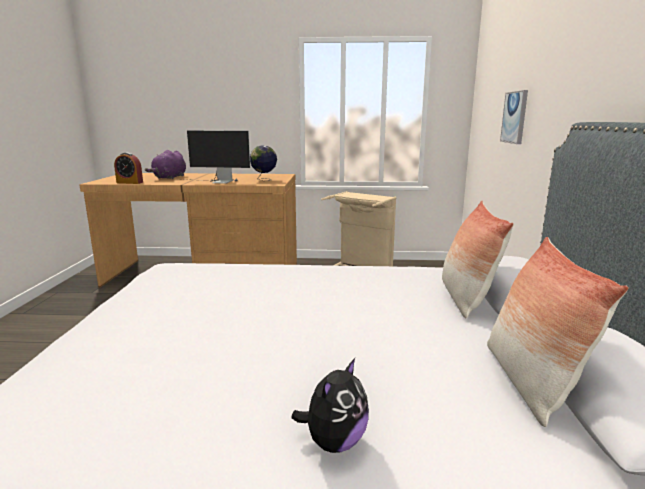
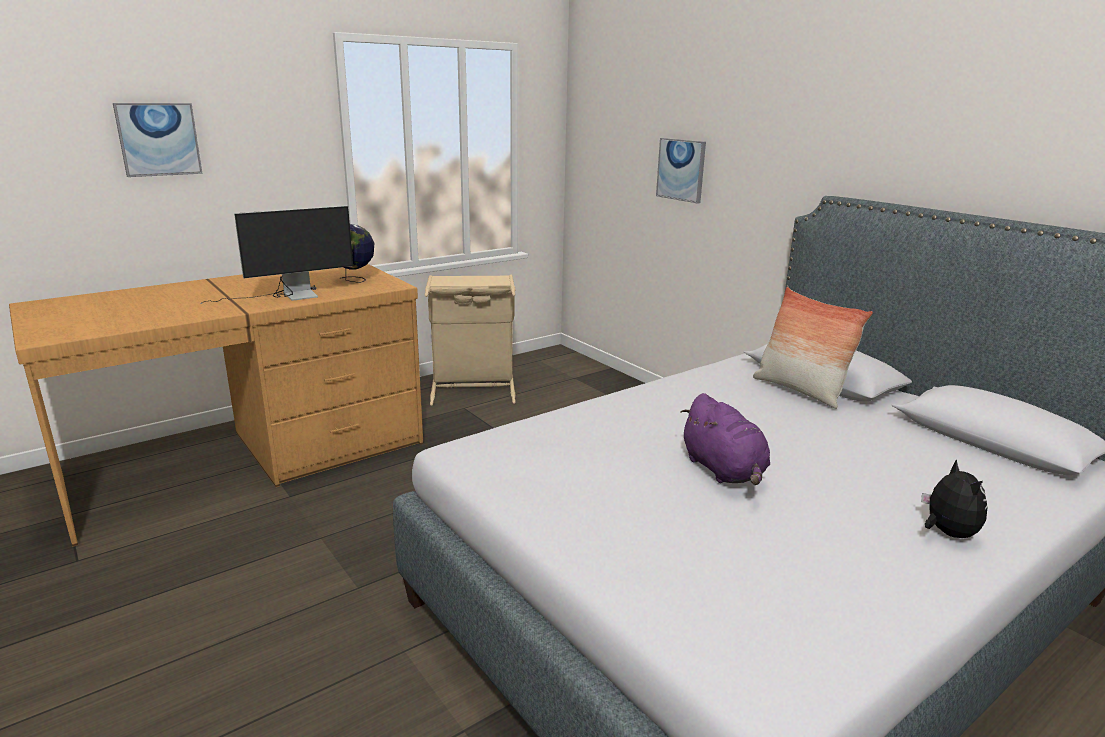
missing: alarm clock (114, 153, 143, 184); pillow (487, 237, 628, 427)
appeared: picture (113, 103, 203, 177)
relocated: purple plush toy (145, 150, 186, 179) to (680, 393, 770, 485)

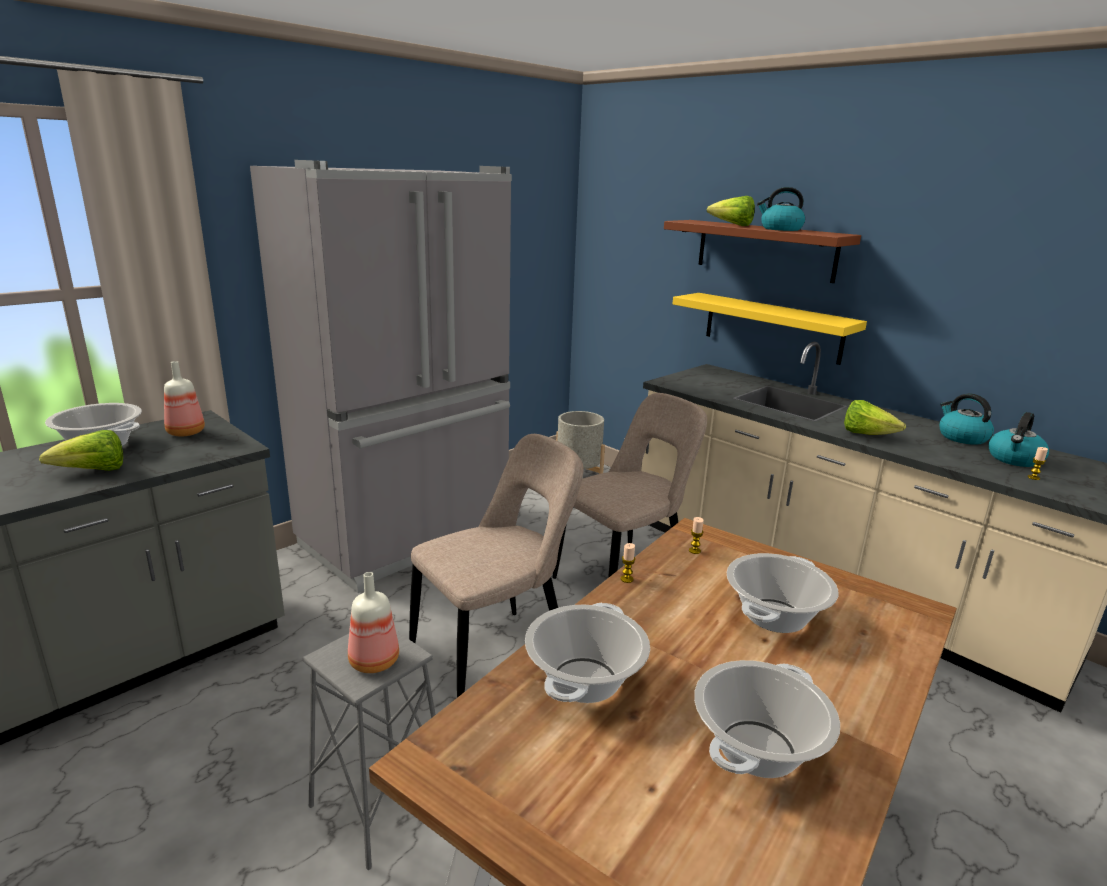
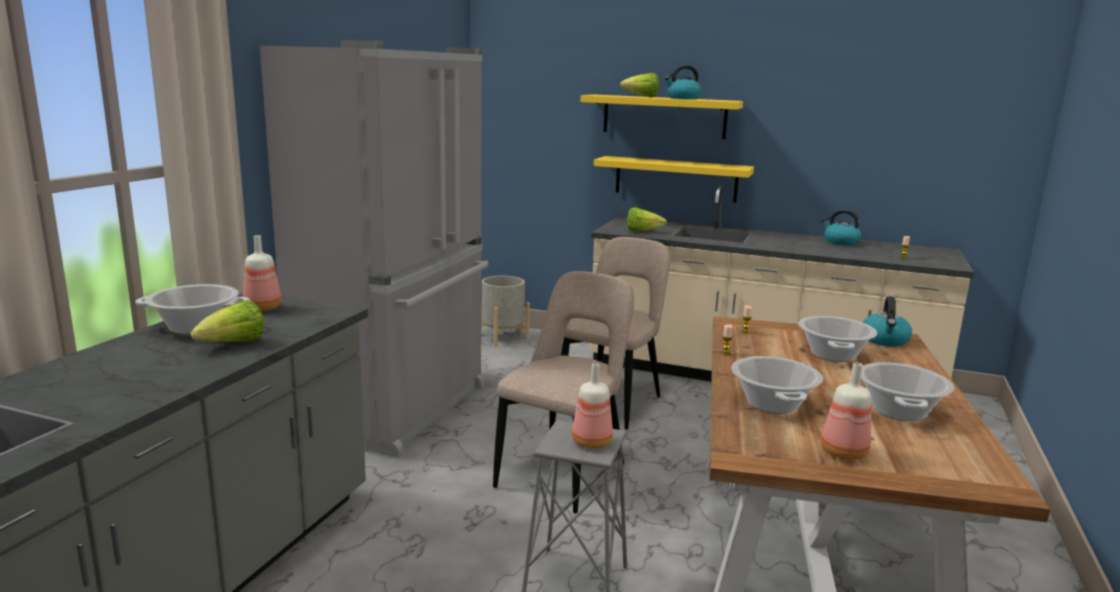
appeared: bottle (821, 363, 871, 460)
relocated: lettuce (844, 400, 906, 435) to (627, 207, 667, 231); kettle (989, 412, 1049, 467) to (863, 296, 912, 347)
colour: brown shelf (664, 220, 861, 283) to yellow shelf (581, 94, 743, 139)

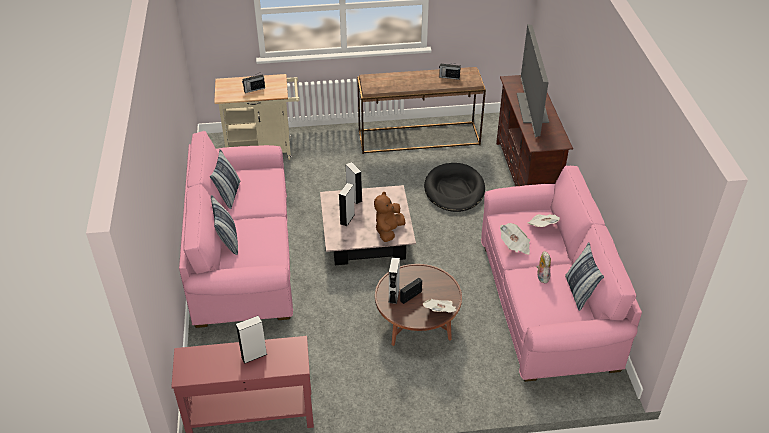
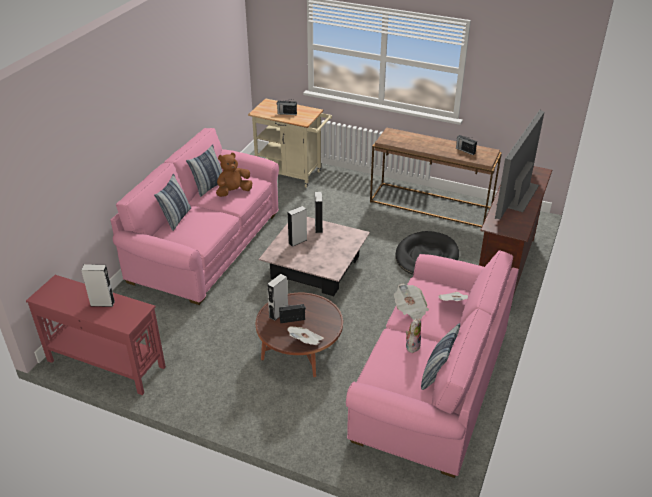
relocated: brown plush toy (374, 192, 405, 242) to (216, 153, 252, 197)

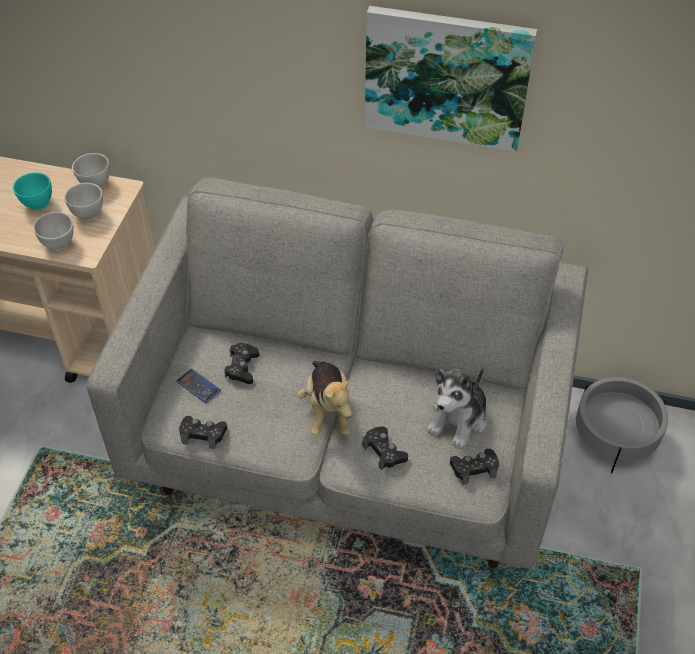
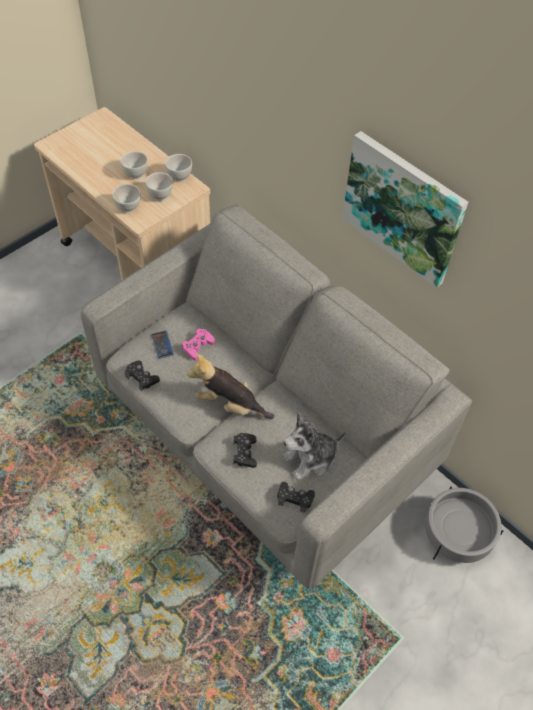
colour: turquoise bowl (13, 172, 52, 210) to white bowl (120, 151, 148, 179); black game controller (224, 343, 259, 384) to pink game controller (182, 328, 215, 361)
spun: plush toy (297, 361, 352, 436) = (187, 354, 275, 419) 90 degrees clockwise

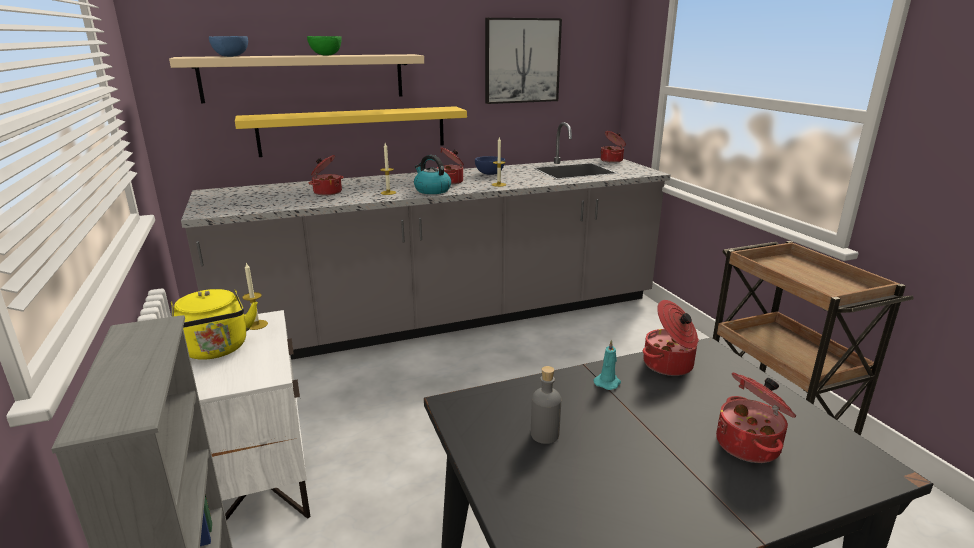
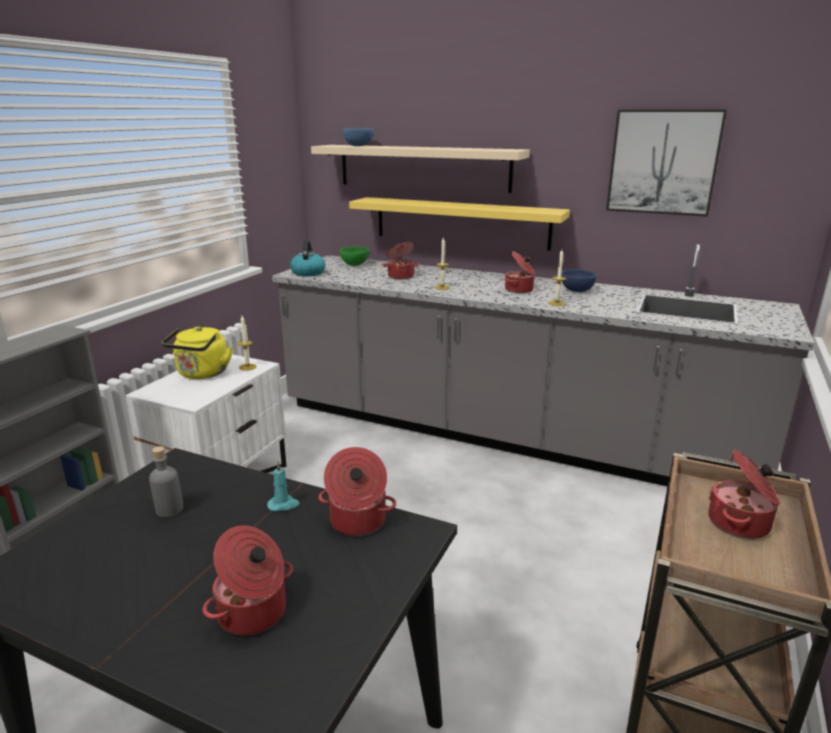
relocated: green bowl (307, 36, 342, 56) to (339, 246, 369, 266); kettle (414, 155, 451, 194) to (290, 240, 325, 276); cooking pot (601, 131, 626, 163) to (708, 450, 780, 539)

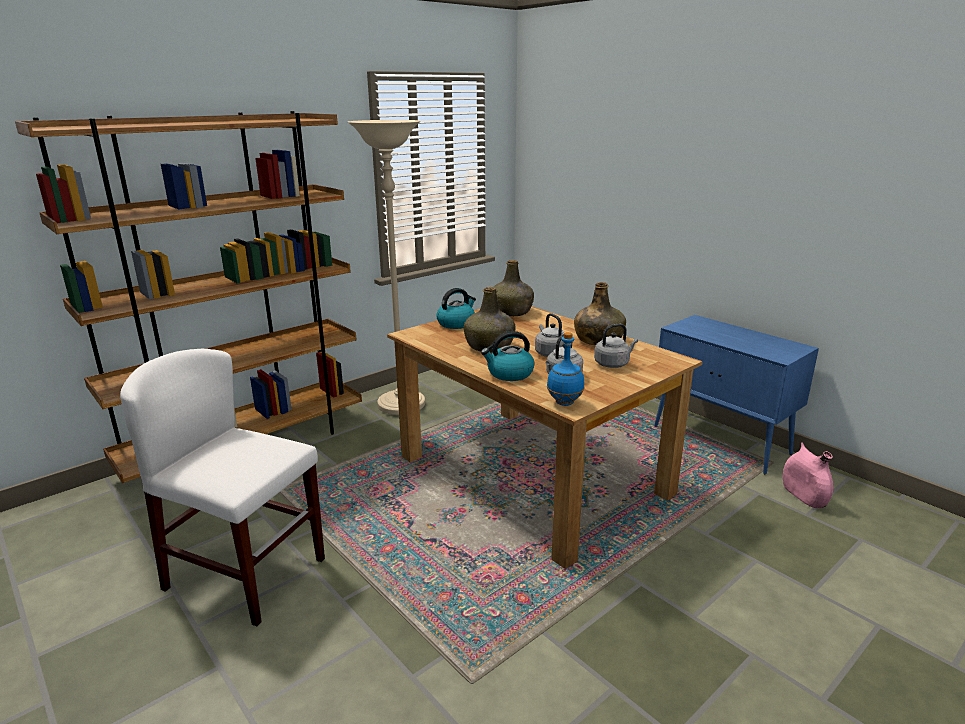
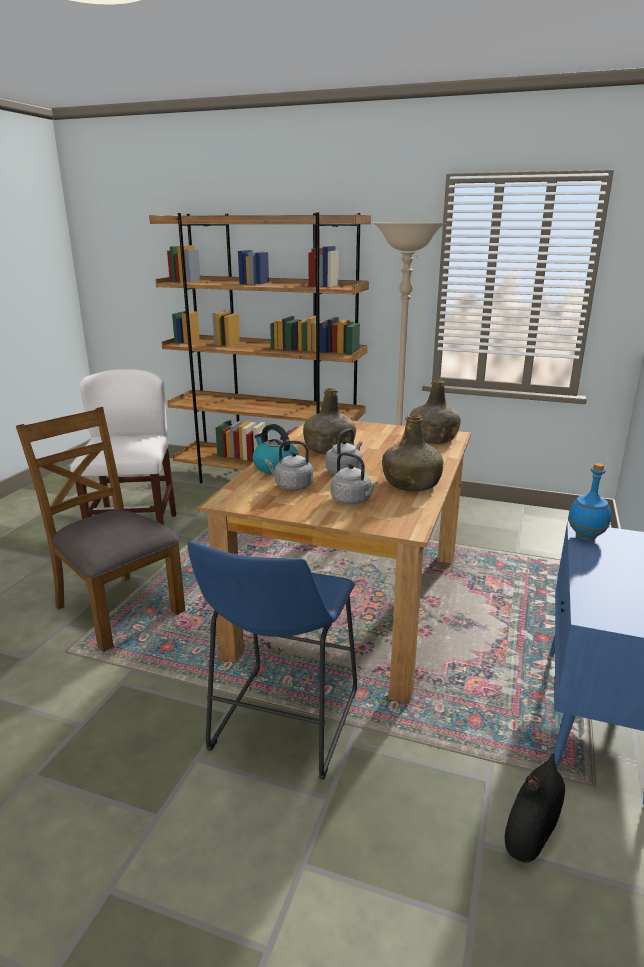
missing: kettle (437, 288, 476, 329)
appeared: brown chair (16, 407, 185, 652); blue stool (187, 541, 357, 780)
relocated: blue bottle (547, 332, 584, 406) to (568, 463, 611, 540)
colour: pink vase (783, 442, 834, 508) to black vase (505, 753, 565, 863)

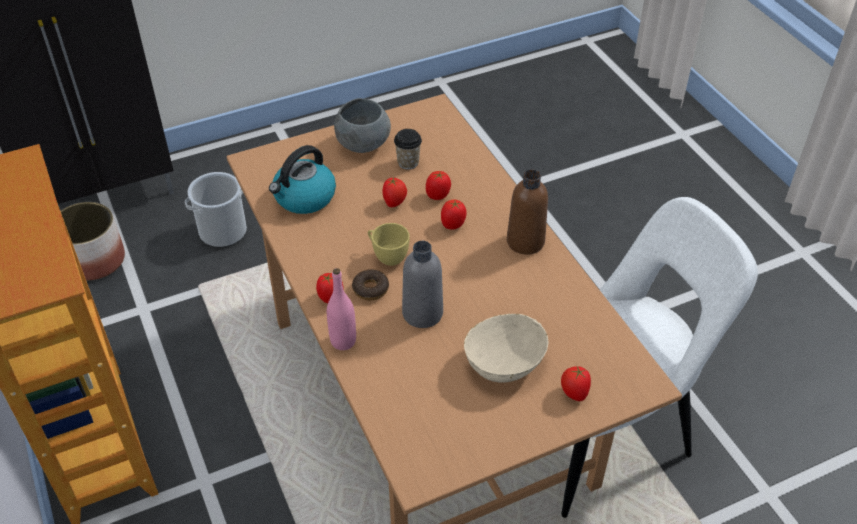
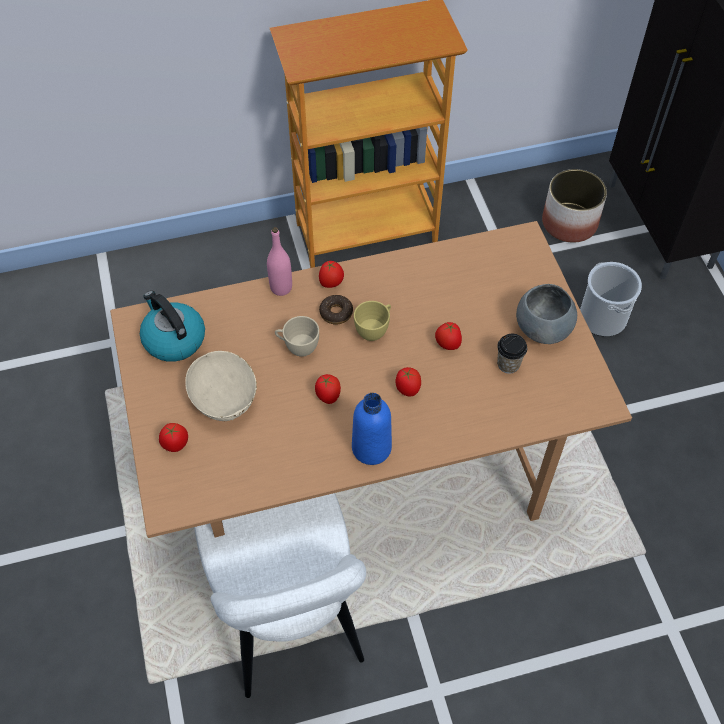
relocated: kettle (269, 145, 336, 214) to (140, 291, 205, 362); tomato (426, 171, 451, 200) to (315, 374, 341, 404)
exchanged: grey bottle (402, 241, 443, 328) to beige cup (275, 316, 319, 357)
colour: brown bottle (507, 170, 548, 255) to blue bottle (352, 393, 392, 465)

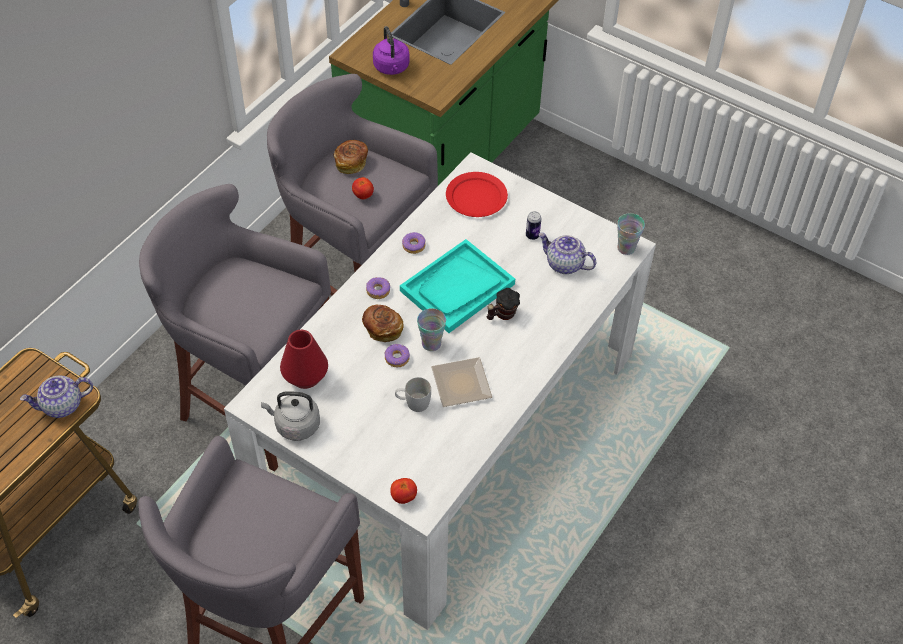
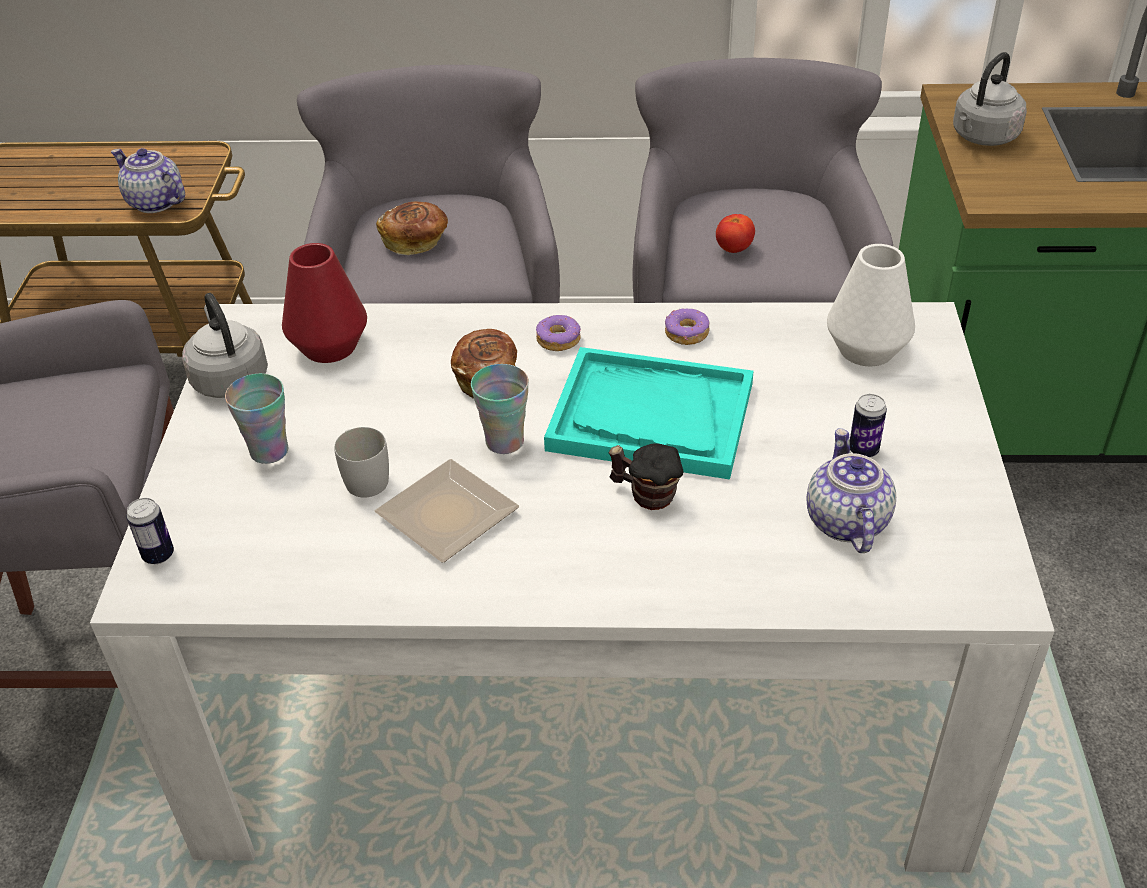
missing: donut (385, 344, 410, 367)
relocated: bread (334, 140, 368, 174) to (376, 202, 448, 255); cup (617, 213, 645, 255) to (225, 374, 288, 464)
exchanged: tomato (390, 478, 417, 504) to can (126, 498, 174, 564); red plate (446, 172, 508, 217) to white vase (827, 244, 915, 366)
colour: purple kettle (373, 26, 410, 75) to grey kettle (953, 52, 1027, 146)

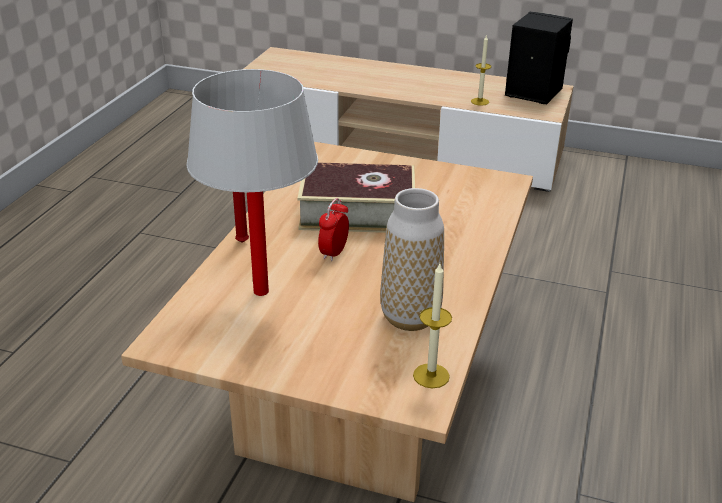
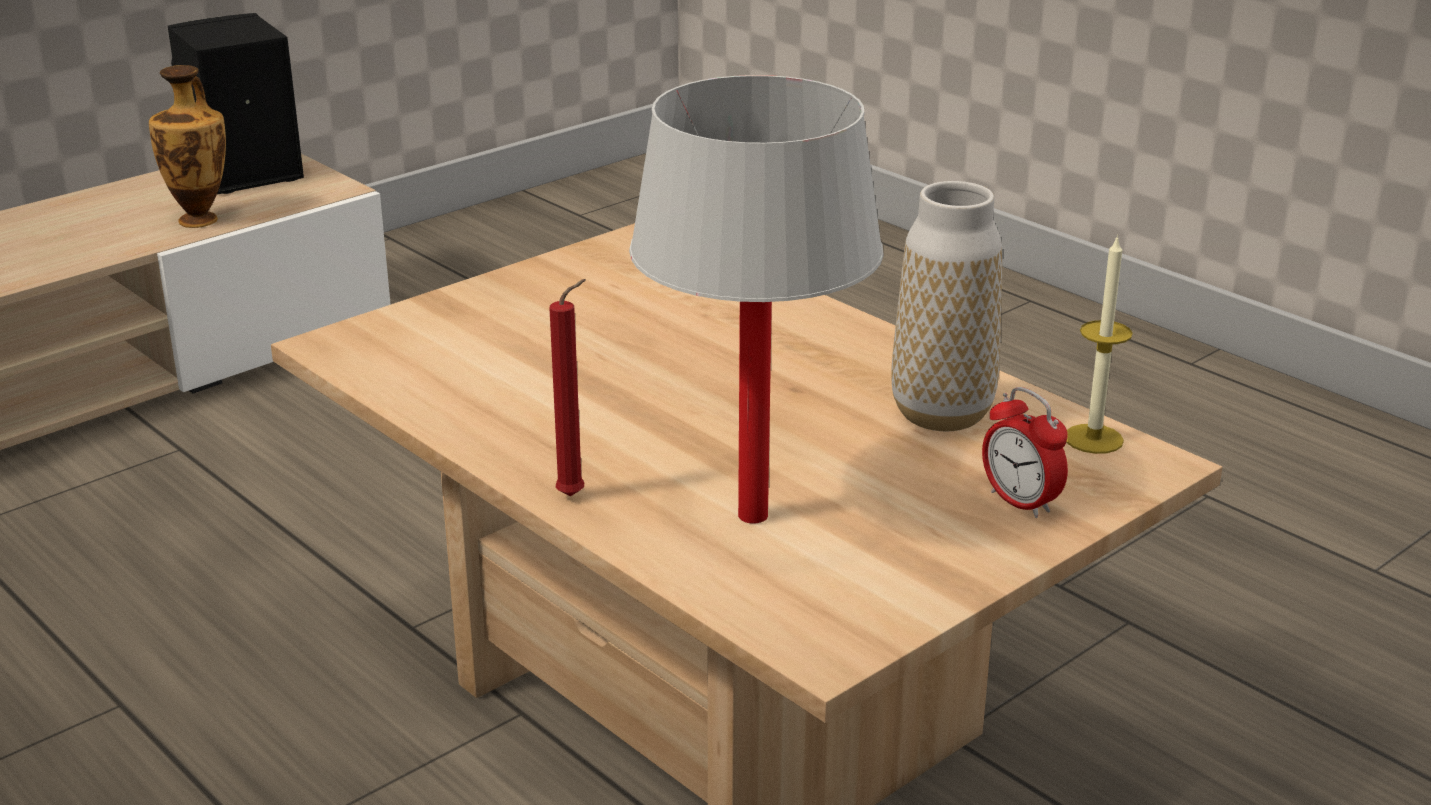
missing: book (297, 163, 415, 233)
relocated: alarm clock (318, 198, 349, 261) to (982, 387, 1068, 518)
exchanged: candle (471, 34, 491, 106) to vase (149, 65, 226, 228)

